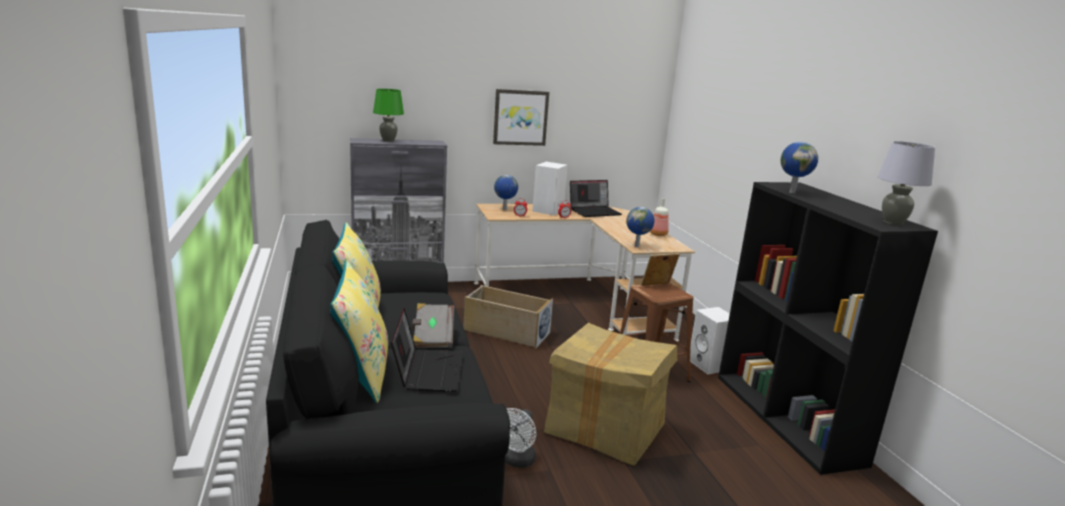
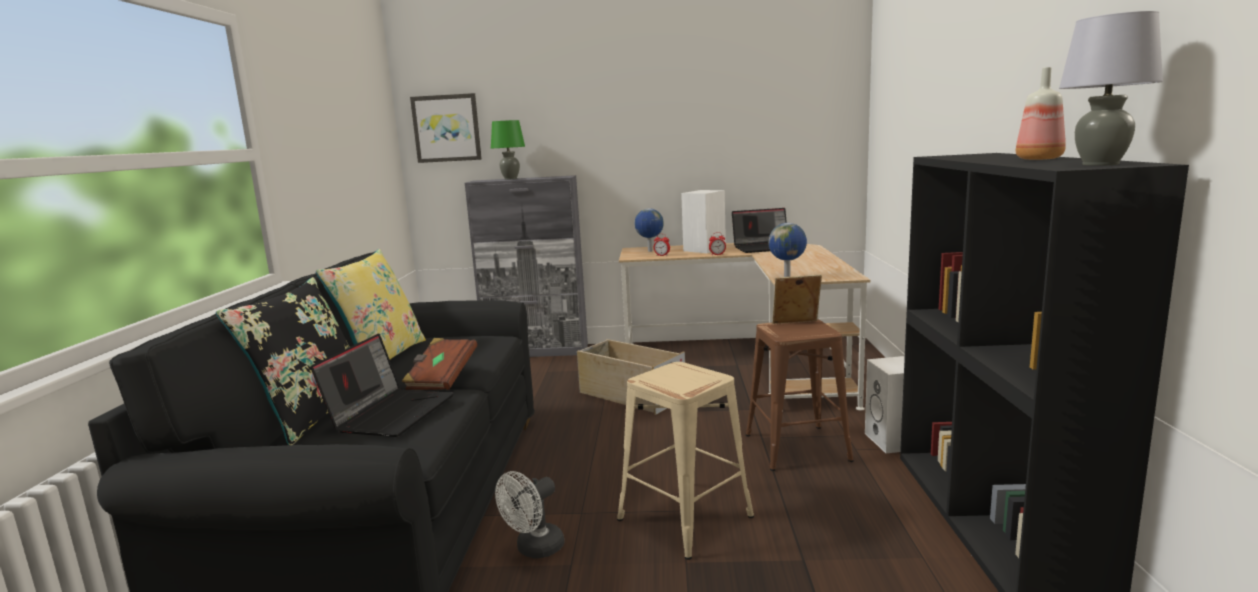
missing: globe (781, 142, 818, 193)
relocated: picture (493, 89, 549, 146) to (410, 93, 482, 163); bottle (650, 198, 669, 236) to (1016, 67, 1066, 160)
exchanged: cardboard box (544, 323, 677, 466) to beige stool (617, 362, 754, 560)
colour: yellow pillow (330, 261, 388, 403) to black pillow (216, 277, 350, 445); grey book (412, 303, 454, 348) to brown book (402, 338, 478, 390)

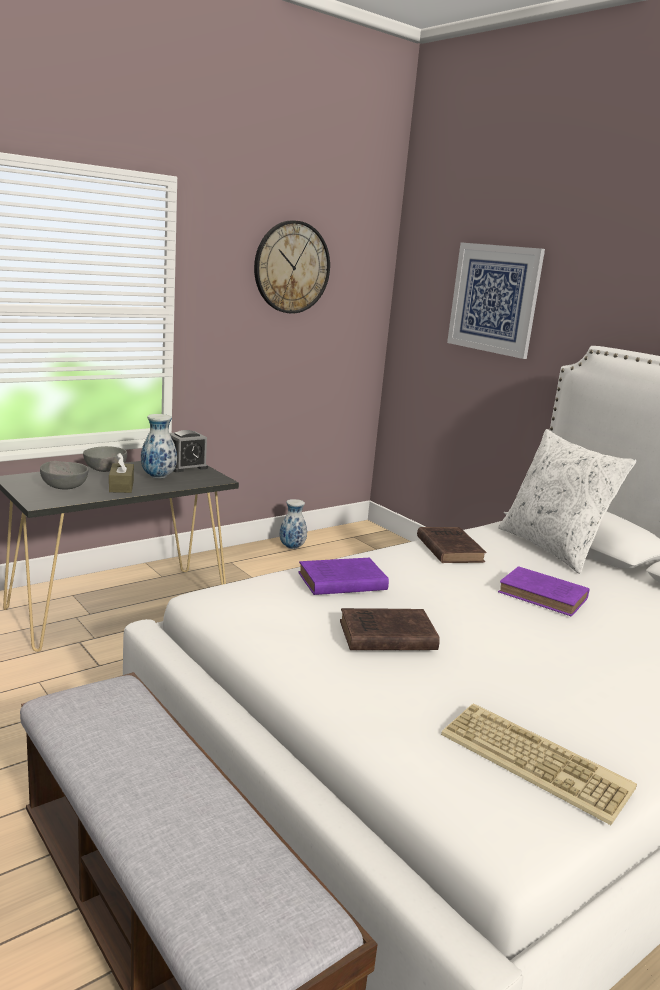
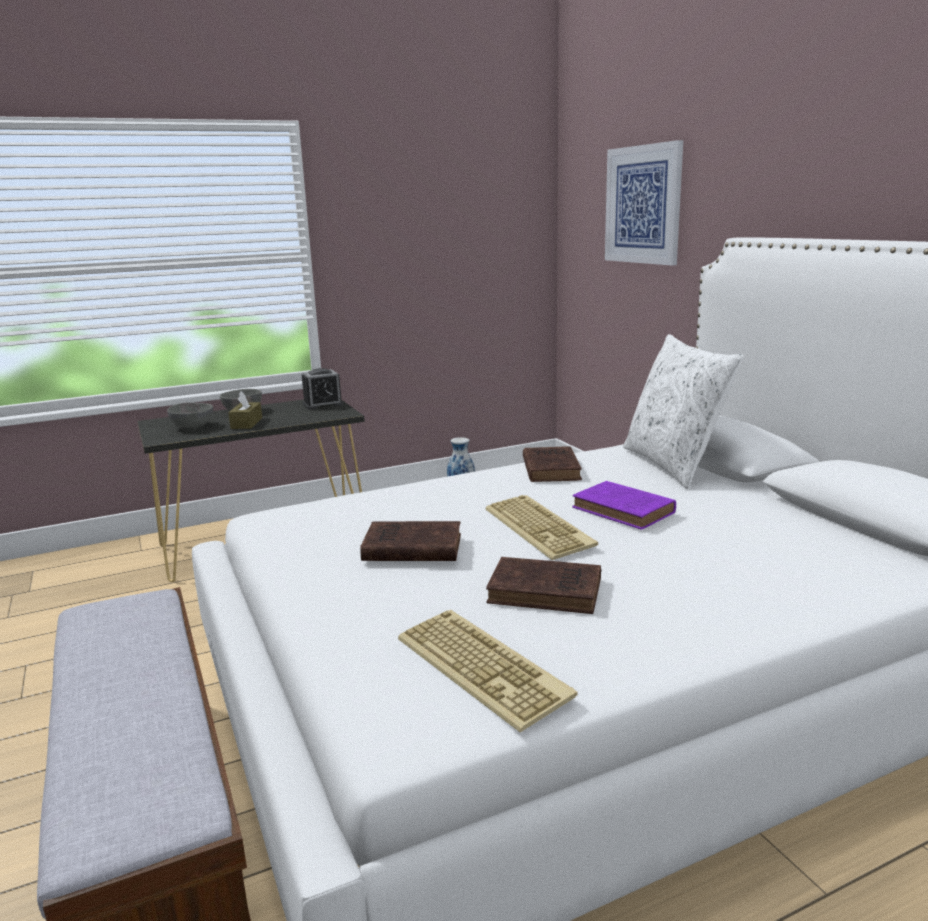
missing: vase (141, 414, 177, 478); wall clock (254, 220, 330, 314); purple book (298, 558, 389, 595)
appeared: keyboard (486, 495, 598, 560); brown book (486, 557, 601, 614)

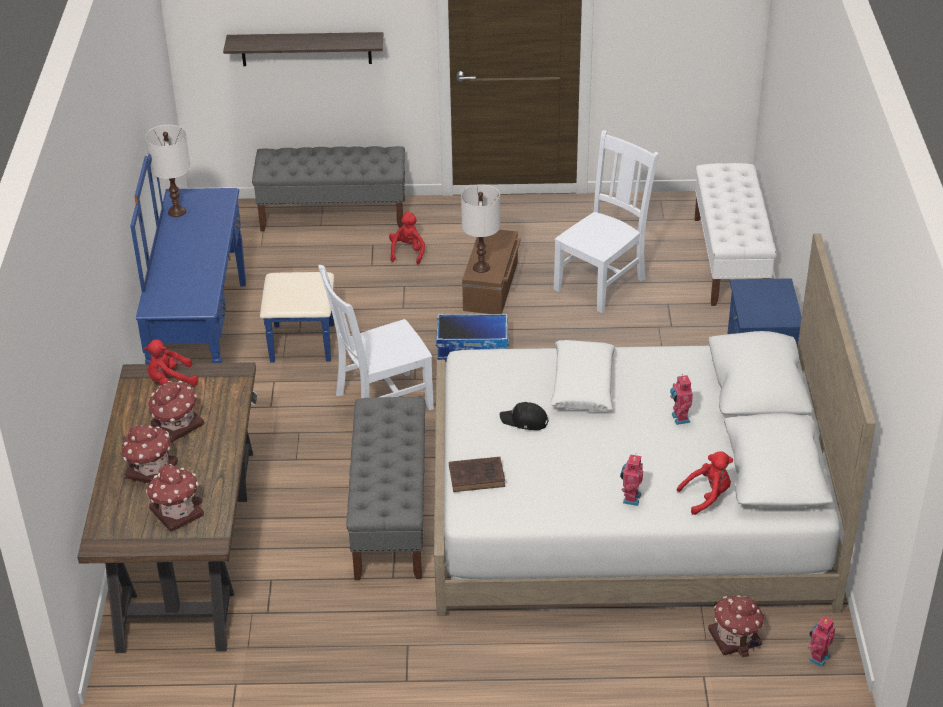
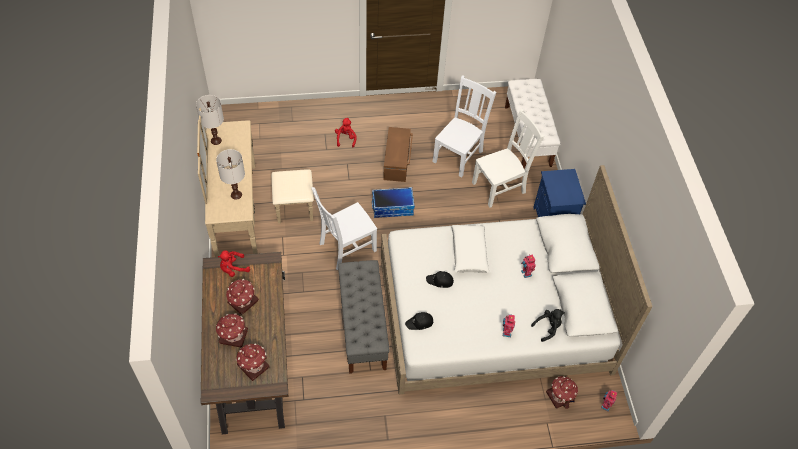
missing: shelf (223, 32, 383, 66); grey bench (252, 146, 405, 231)
appeared: white chair (472, 109, 544, 208)
relocated: white table lamp (461, 184, 500, 273) to (216, 149, 245, 200)
exchanged: brown book (449, 457, 505, 492) to black cap (405, 312, 433, 330)
colour: blue dresser (130, 154, 334, 364) to beige dresser (197, 108, 314, 257); red plush toy (677, 451, 733, 515) to black plush toy (531, 309, 565, 342)

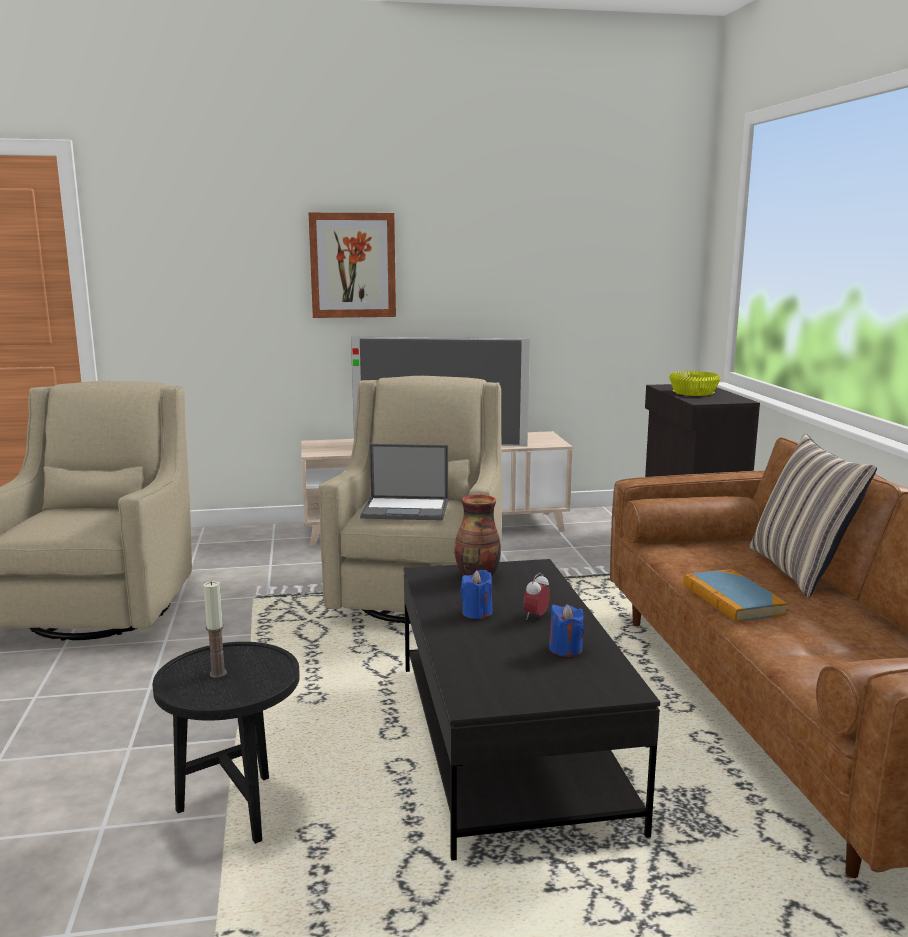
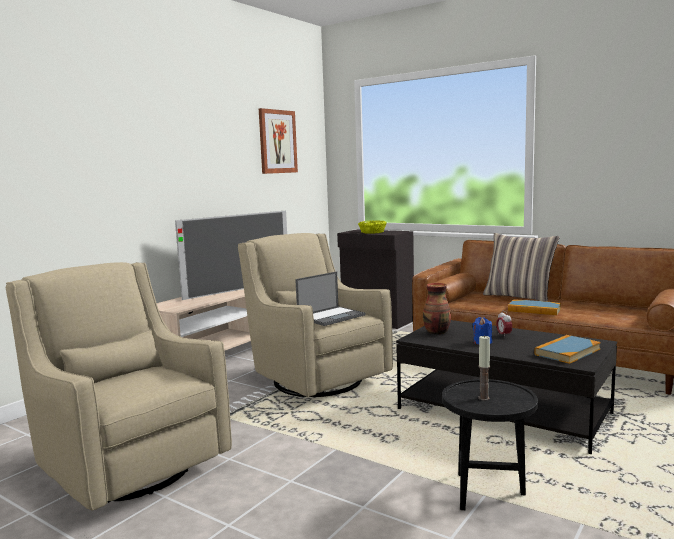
missing: blue candle (549, 604, 584, 657)
appeared: book (534, 335, 601, 364)
relocated: picture (309, 213, 396, 318) to (259, 108, 298, 174)

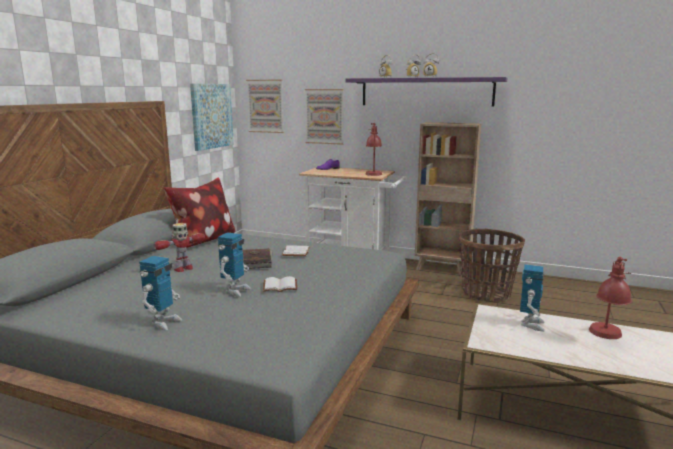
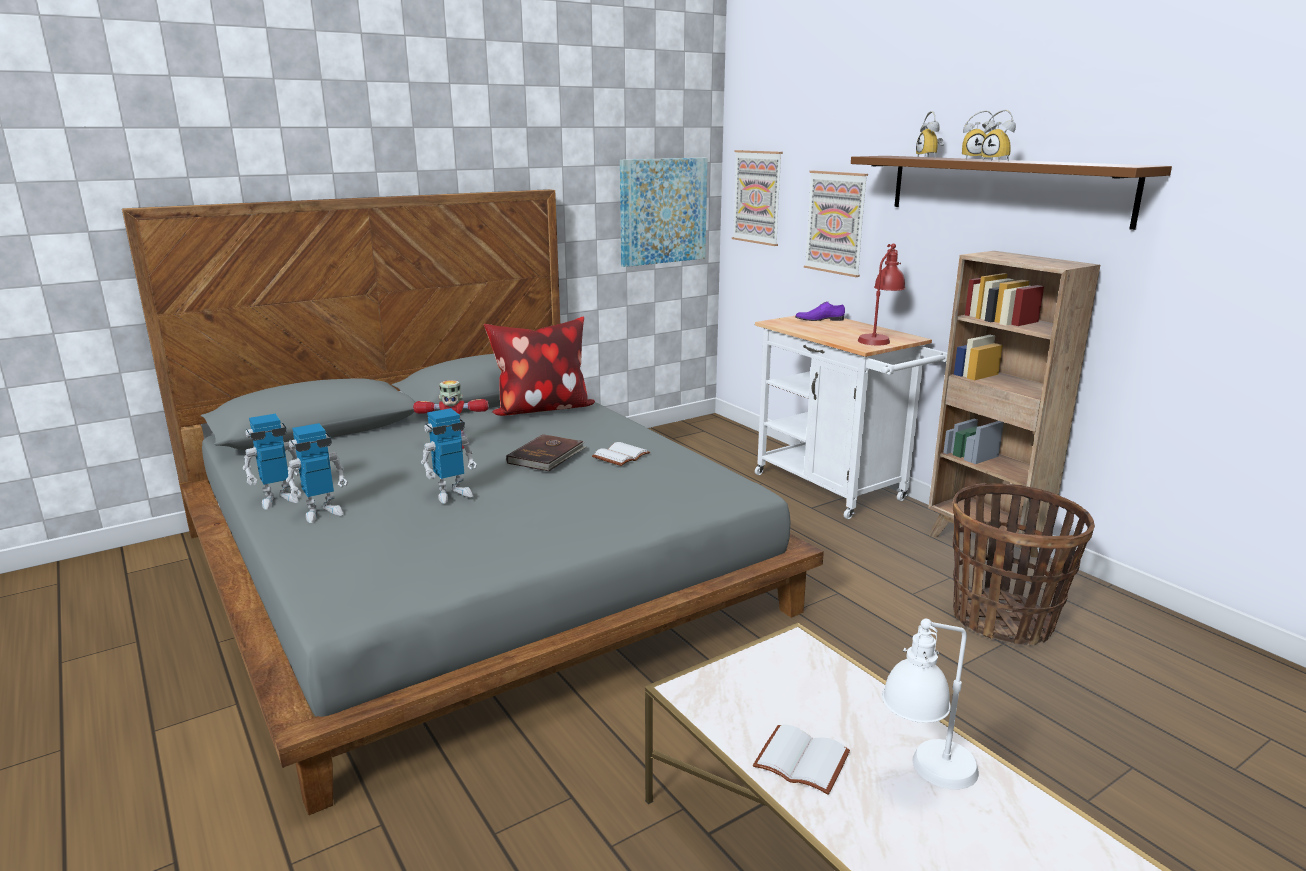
relocated: white book (263, 276, 297, 292) to (753, 724, 850, 795); toy robot (520, 264, 545, 332) to (243, 414, 299, 510)
colour: purple shelf (345, 77, 508, 107) to brown shelf (851, 156, 1172, 230); red table lamp (589, 257, 631, 339) to white table lamp (882, 619, 979, 790)

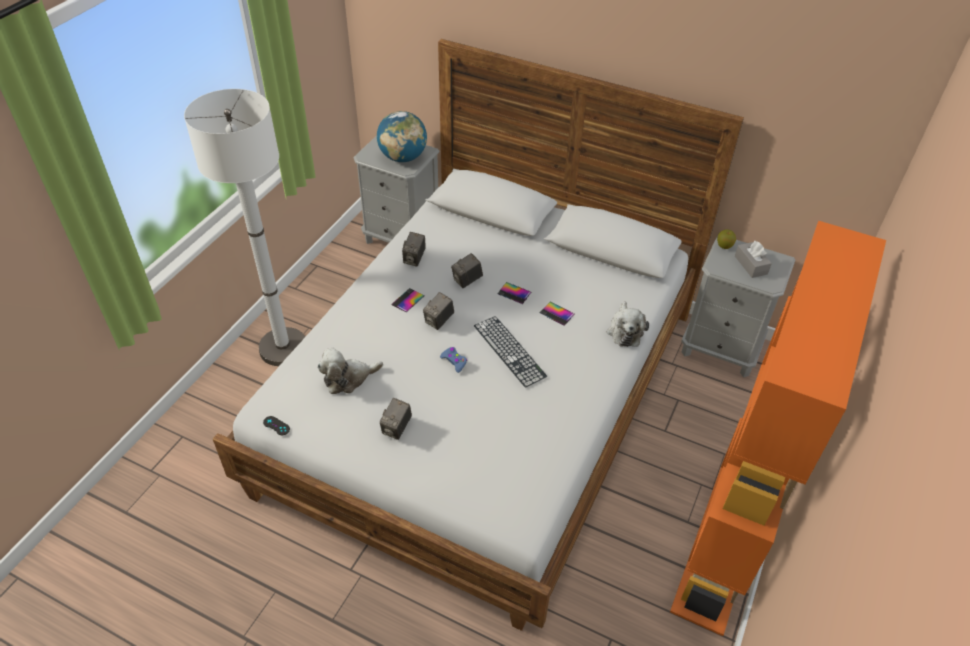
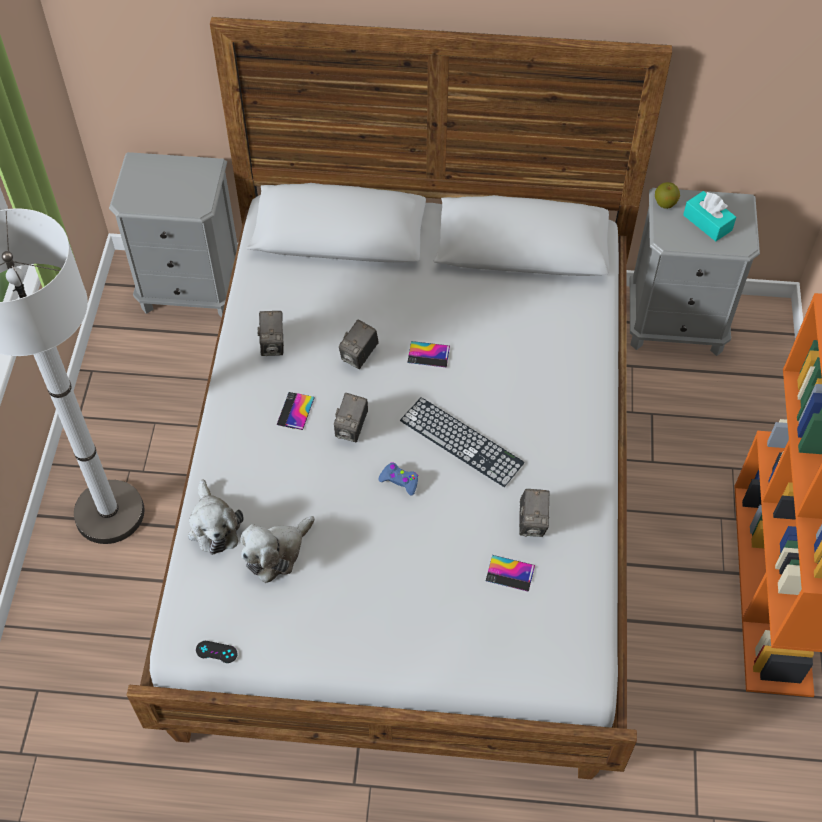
missing: globe (377, 111, 427, 162)
relocated: photo camera (380, 398, 412, 440) to (519, 489, 550, 537); phone (540, 301, 574, 326) to (486, 555, 535, 592); plush toy (607, 301, 649, 347) to (188, 479, 243, 555)
colour: grey tissue box (735, 240, 772, 278) to turquoise tissue box (683, 191, 736, 241)

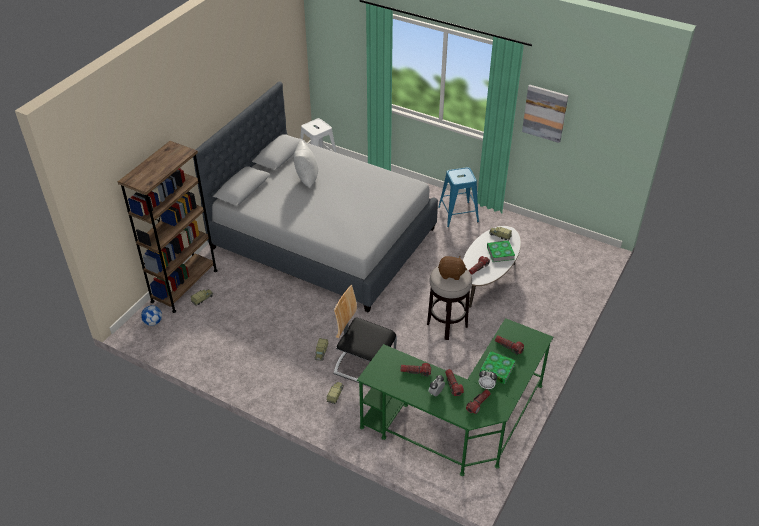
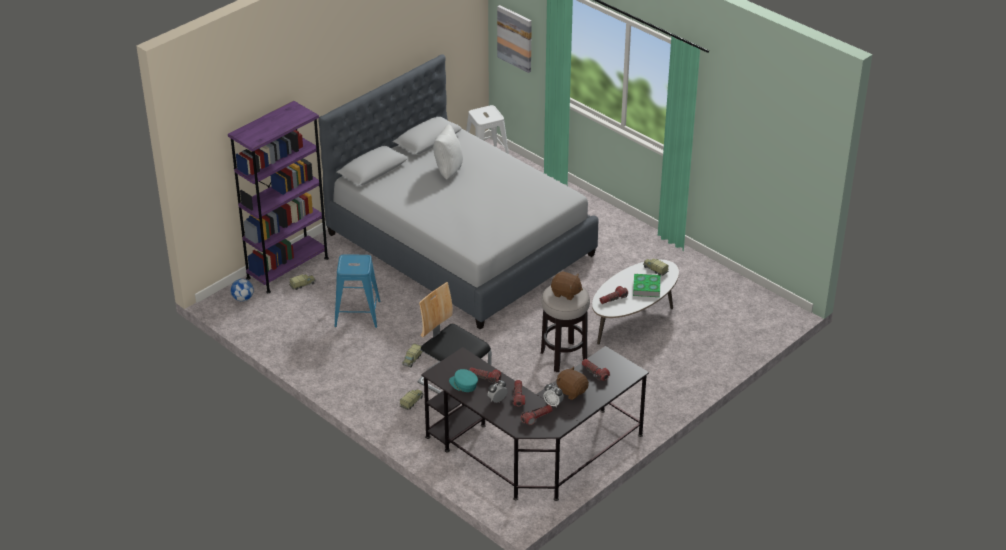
appeared: turquoise cap (449, 369, 478, 392)
relocated: blue stool (438, 167, 479, 227) to (334, 254, 381, 328); picture (522, 85, 568, 143) to (497, 5, 532, 73)
exchanged: book (480, 351, 516, 384) to brown plush toy (556, 367, 589, 400)
colour: brown bookcase (118, 141, 218, 313) to purple bookcase (228, 101, 329, 293); green desk (357, 318, 553, 476) to black desk (421, 346, 649, 501)

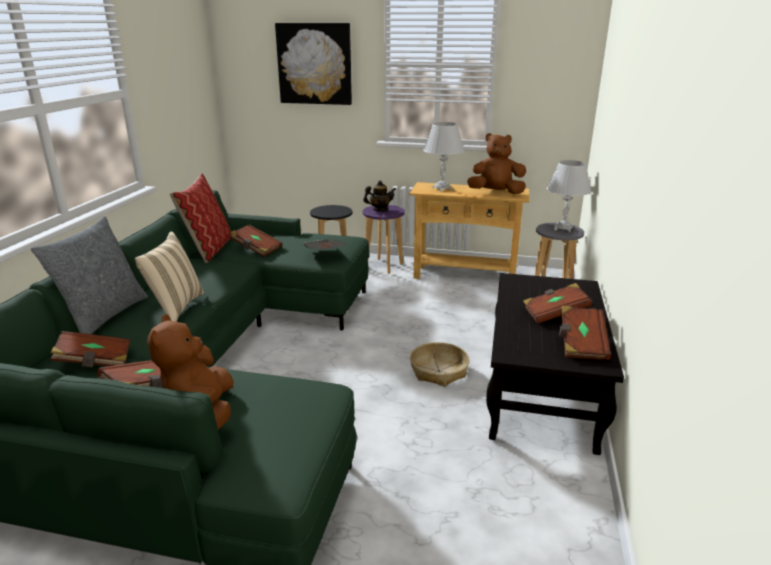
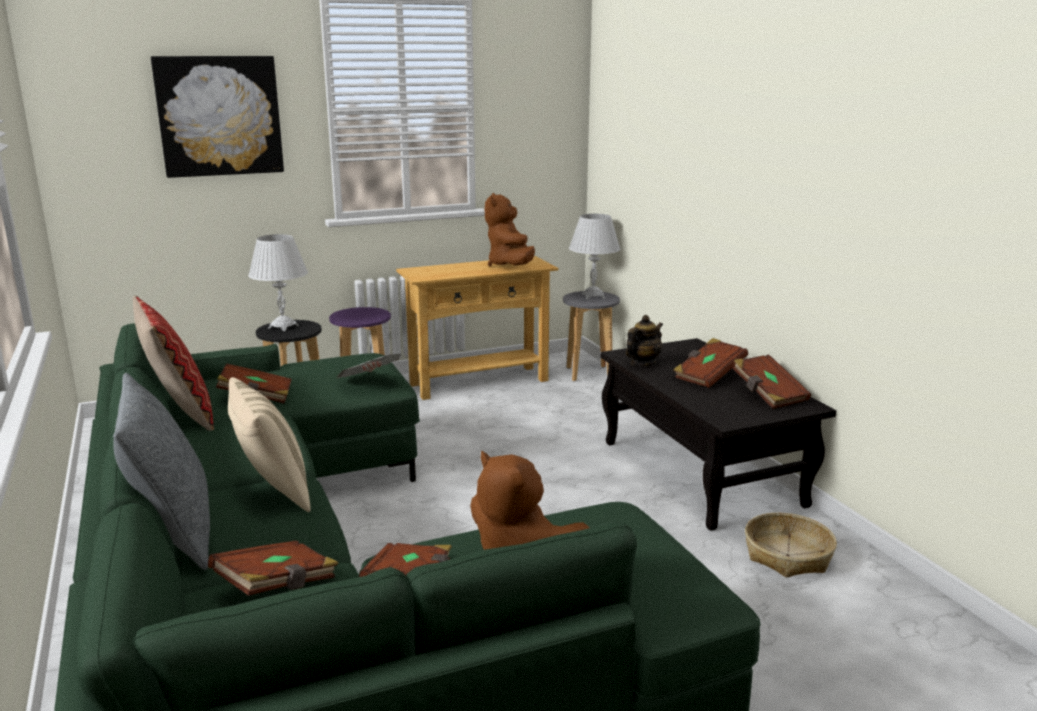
relocated: teapot (363, 180, 396, 211) to (626, 315, 663, 367); basket (410, 342, 470, 387) to (745, 513, 837, 578); white table lamp (423, 122, 465, 192) to (248, 234, 308, 331)
spun: brown plush toy (467, 133, 526, 194) = (485, 193, 535, 267) 60 degrees counterclockwise

